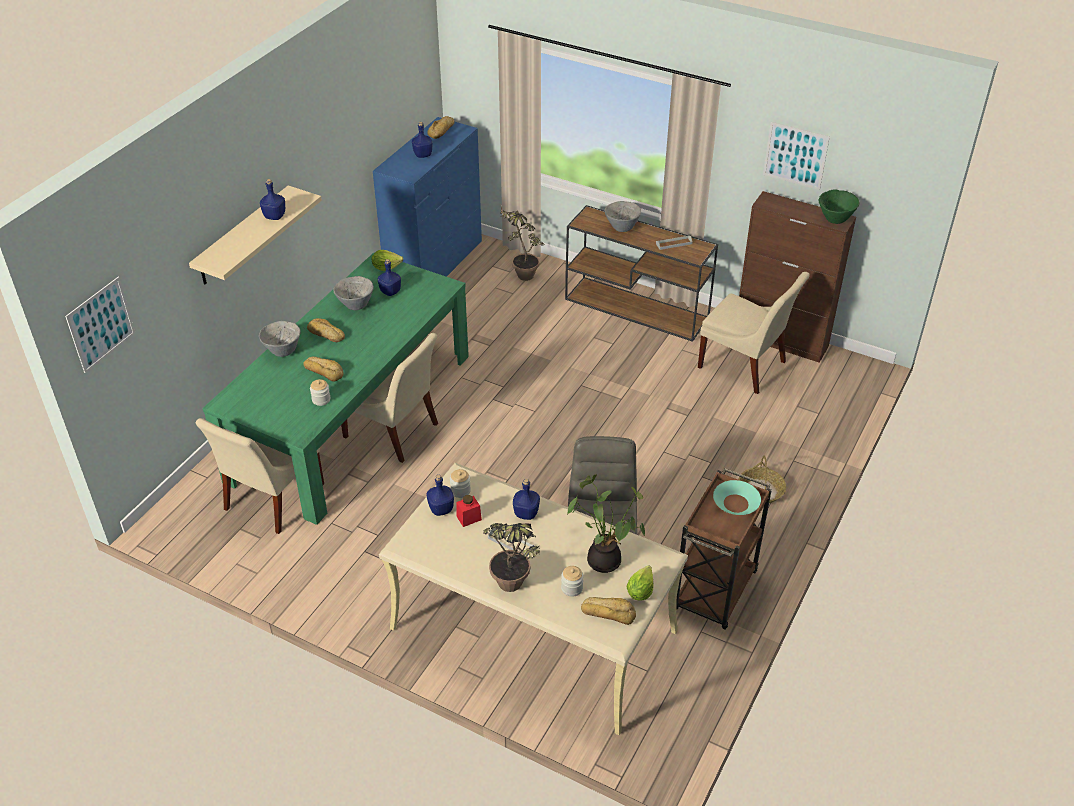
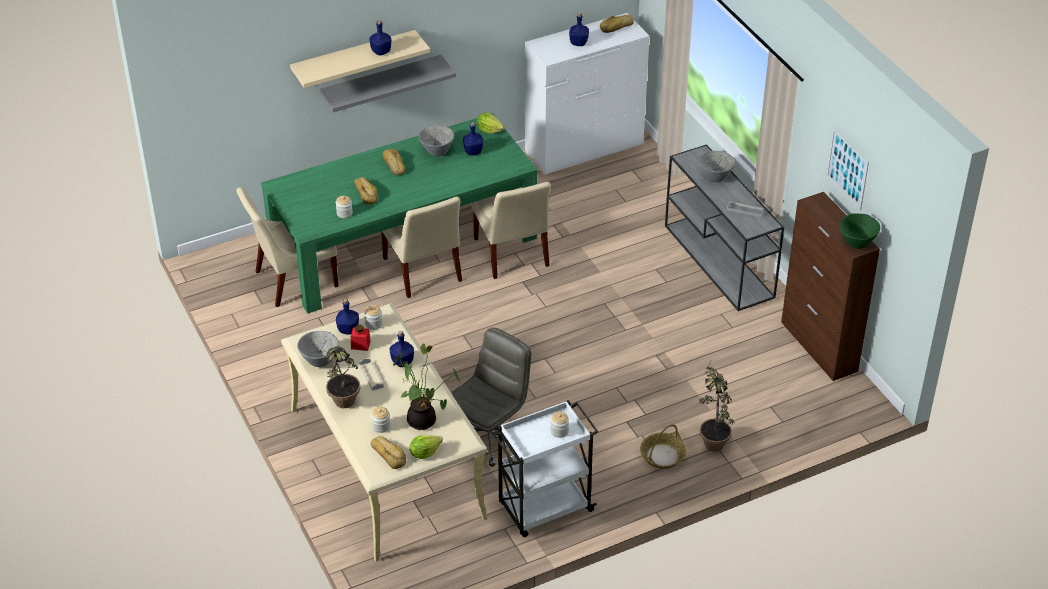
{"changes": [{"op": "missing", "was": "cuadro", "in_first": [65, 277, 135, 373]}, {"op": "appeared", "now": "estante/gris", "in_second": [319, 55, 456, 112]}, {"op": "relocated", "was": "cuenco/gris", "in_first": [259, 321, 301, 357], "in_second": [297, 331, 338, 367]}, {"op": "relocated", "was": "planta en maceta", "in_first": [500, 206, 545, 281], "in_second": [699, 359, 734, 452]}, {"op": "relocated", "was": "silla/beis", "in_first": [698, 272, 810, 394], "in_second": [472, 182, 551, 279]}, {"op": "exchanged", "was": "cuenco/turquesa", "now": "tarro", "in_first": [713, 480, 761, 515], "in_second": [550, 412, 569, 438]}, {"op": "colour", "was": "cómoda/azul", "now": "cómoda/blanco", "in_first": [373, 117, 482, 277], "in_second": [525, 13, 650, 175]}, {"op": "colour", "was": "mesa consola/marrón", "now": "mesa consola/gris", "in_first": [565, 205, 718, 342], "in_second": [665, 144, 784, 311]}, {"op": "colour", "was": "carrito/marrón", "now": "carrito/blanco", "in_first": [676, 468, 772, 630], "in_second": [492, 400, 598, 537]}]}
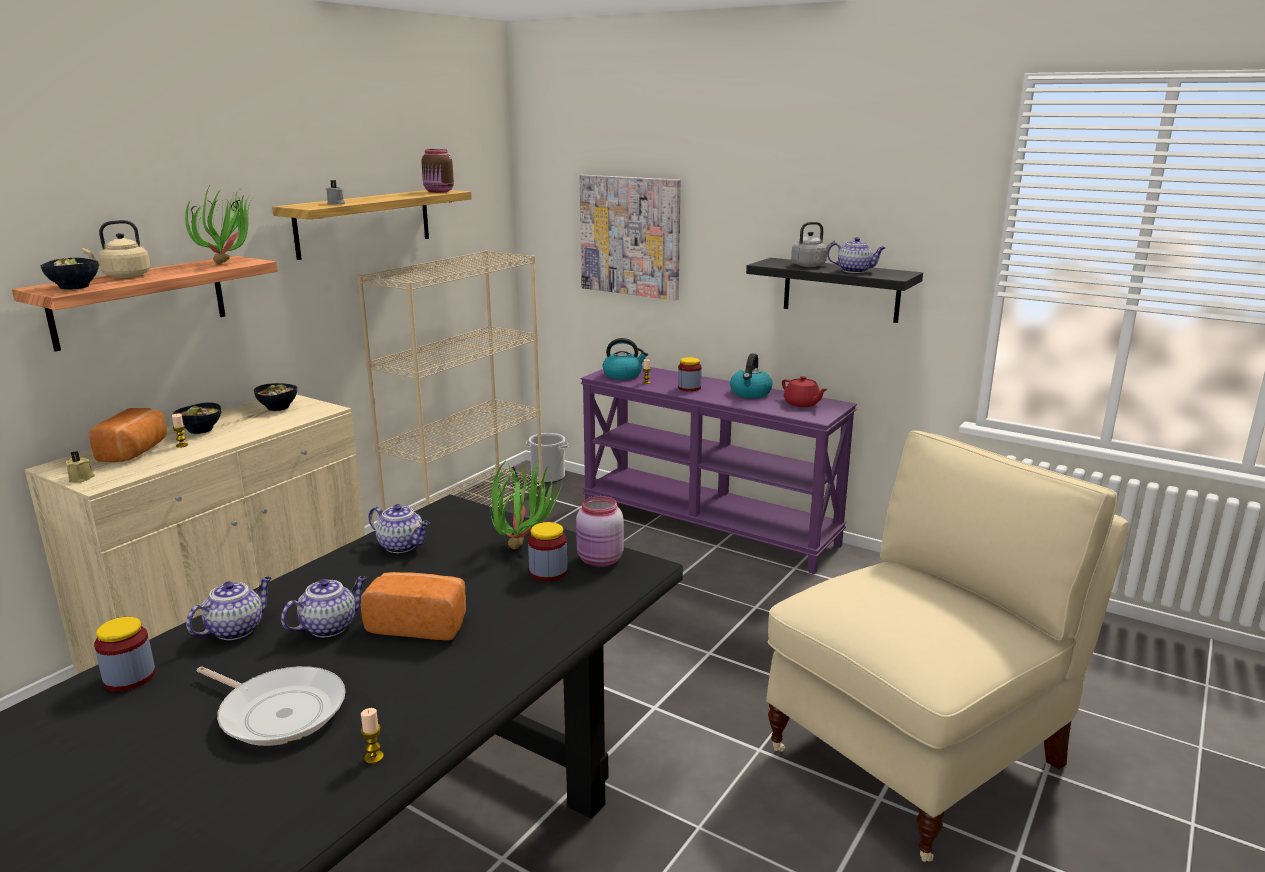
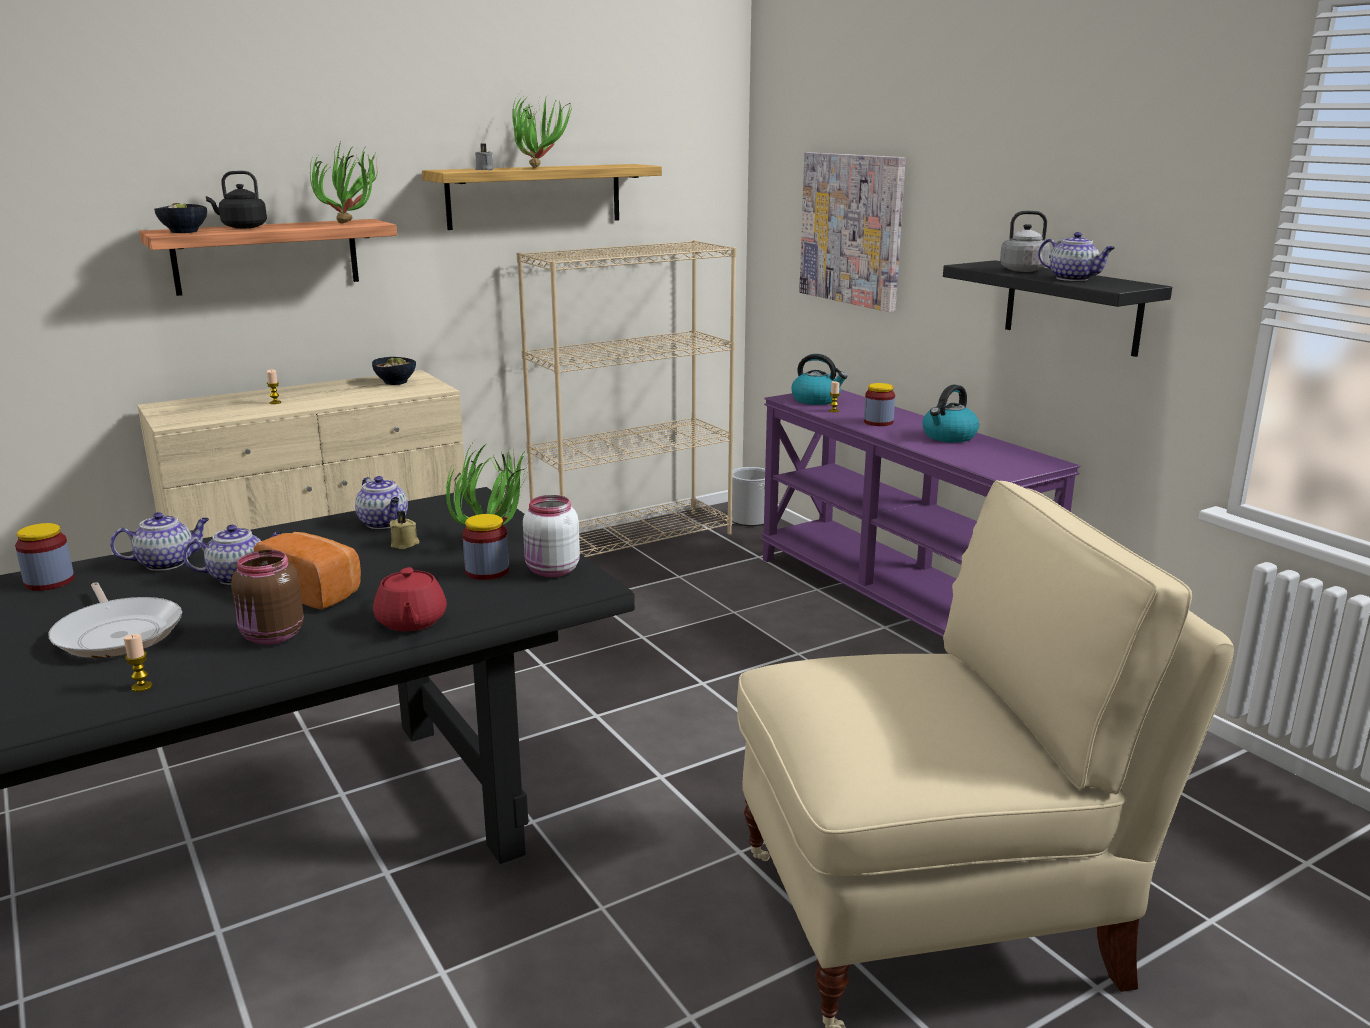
{"changes": [{"op": "missing", "was": "pan", "in_first": [89, 408, 167, 462]}, {"op": "missing", "was": "cuenco", "in_first": [173, 402, 221, 434]}, {"op": "appeared", "now": "planta en maceta", "in_second": [512, 92, 572, 168]}, {"op": "relocated", "was": "vela/beis", "in_first": [65, 451, 95, 483], "in_second": [390, 511, 420, 549]}, {"op": "relocated", "was": "tarro/marrón", "in_first": [421, 149, 454, 193], "in_second": [231, 550, 304, 645]}, {"op": "relocated", "was": "tetera/rojo", "in_first": [782, 376, 828, 407], "in_second": [373, 567, 447, 631]}, {"op": "colour", "was": "hervidor/beis", "now": "hervidor/negro", "in_first": [82, 220, 150, 278], "in_second": [206, 171, 267, 229]}, {"op": "colour", "was": "tarro/rosa", "now": "tarro/blanco", "in_first": [576, 496, 624, 567], "in_second": [523, 495, 580, 578]}]}
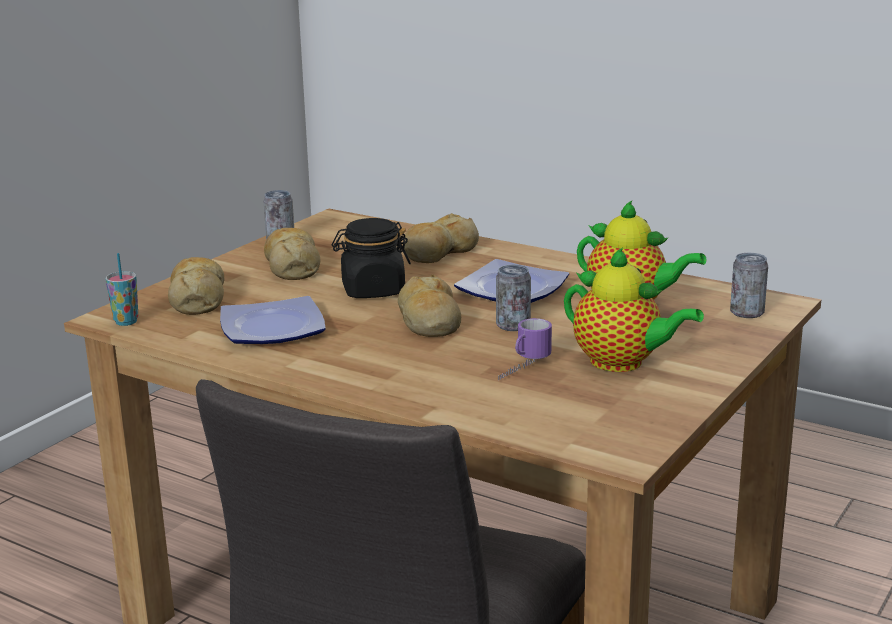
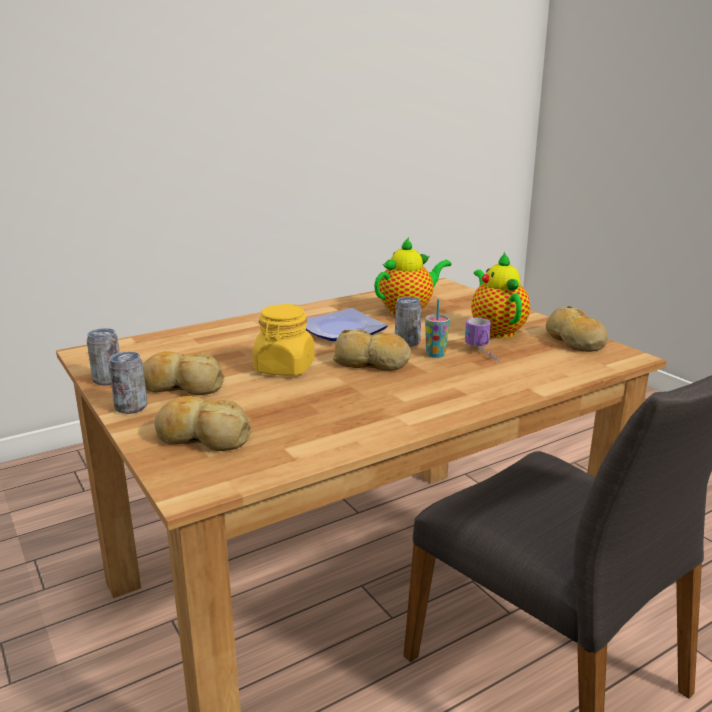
{"changes": [{"op": "missing", "was": "plato", "in_first": [220, 296, 326, 344]}, {"op": "relocated", "was": "taza", "in_first": [106, 253, 138, 326], "in_second": [425, 299, 450, 358]}, {"op": "relocated", "was": "pan", "in_first": [404, 213, 479, 263], "in_second": [546, 306, 608, 352]}, {"op": "relocated", "was": "lata", "in_first": [730, 253, 768, 318], "in_second": [108, 351, 147, 414]}, {"op": "colour", "was": "tarro/negro", "now": "tarro/amarillo", "in_first": [332, 218, 411, 298], "in_second": [253, 304, 315, 376]}, {"op": "spun", "was": "tetera", "in_first": [564, 248, 704, 372], "in_second": [471, 252, 530, 338], "clockwise": -75}]}
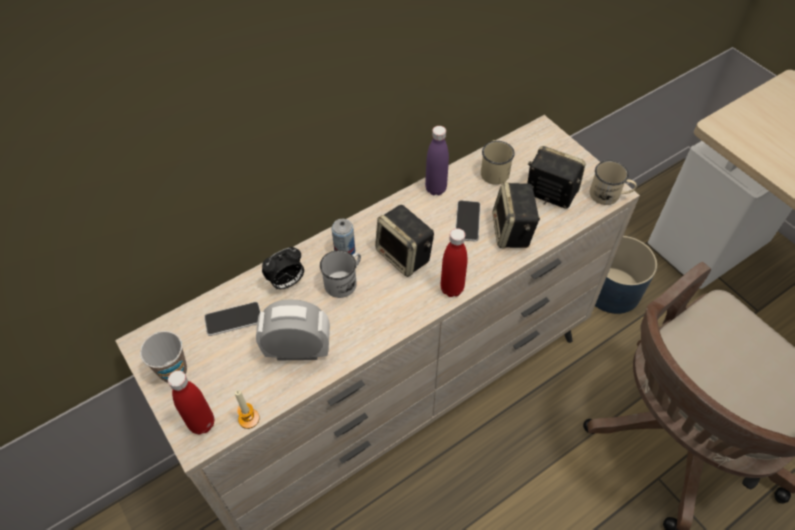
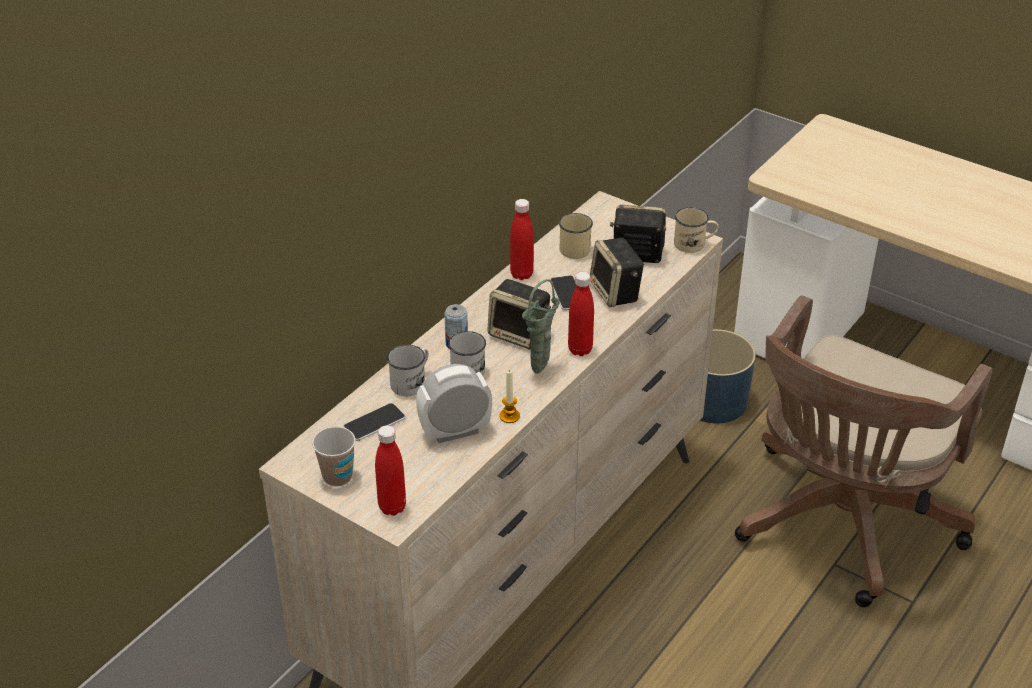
{"changes": [{"op": "appeared", "now": "florero/verde", "in_second": [522, 279, 560, 374]}, {"op": "relocated", "was": "vela", "in_first": [235, 390, 260, 429], "in_second": [500, 370, 520, 423]}, {"op": "exchanged", "was": "despertador", "now": "taza grande/blanco", "in_first": [262, 247, 304, 290], "in_second": [387, 345, 428, 396]}, {"op": "colour", "was": "botella/morado", "now": "botella/rojo", "in_first": [425, 126, 449, 195], "in_second": [510, 199, 534, 280]}]}
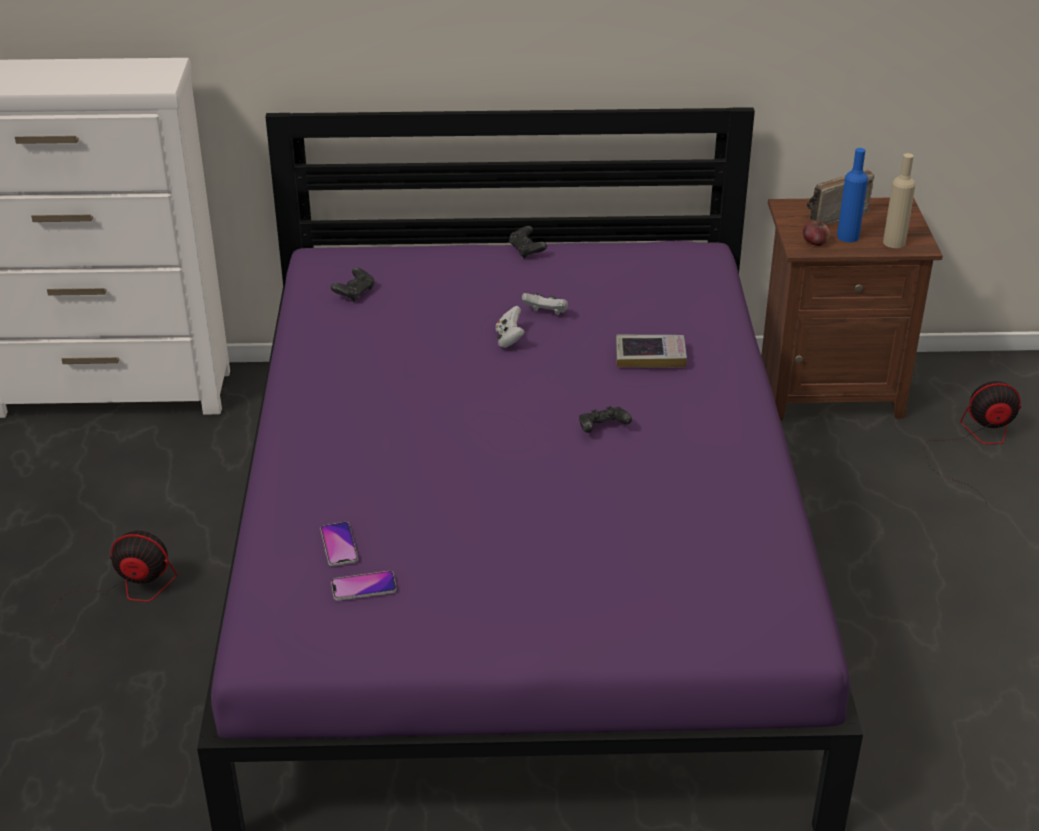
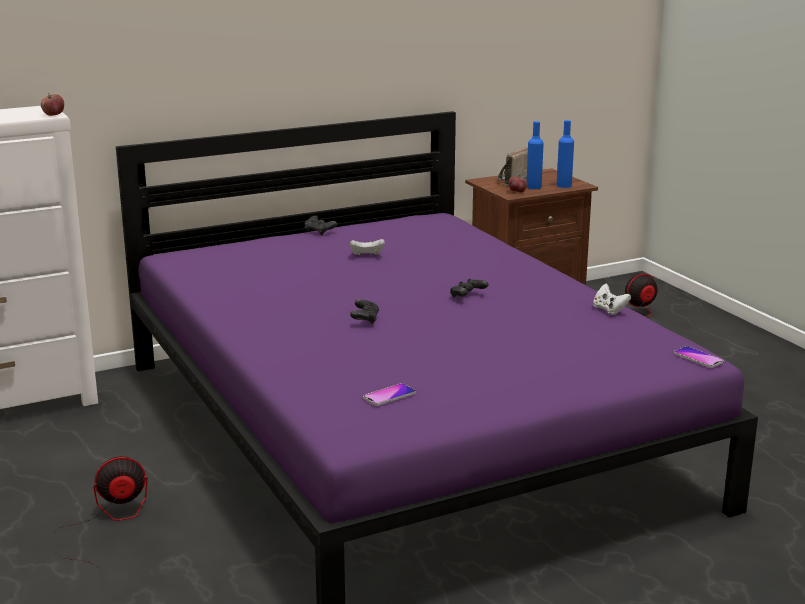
{"changes": [{"op": "missing", "was": "libro", "in_first": [616, 334, 687, 368]}, {"op": "appeared", "now": "manzana", "in_second": [41, 93, 64, 116]}, {"op": "relocated", "was": "móvil", "in_first": [320, 522, 358, 566], "in_second": [674, 346, 724, 368]}, {"op": "relocated", "was": "mando de consola/negro", "in_first": [331, 268, 375, 302], "in_second": [350, 299, 379, 324]}, {"op": "relocated", "was": "mando de consola/blanco", "in_first": [496, 306, 525, 348], "in_second": [593, 284, 631, 315]}, {"op": "colour", "was": "botella/beis", "now": "botella/azul", "in_first": [883, 153, 916, 248], "in_second": [557, 120, 574, 188]}]}
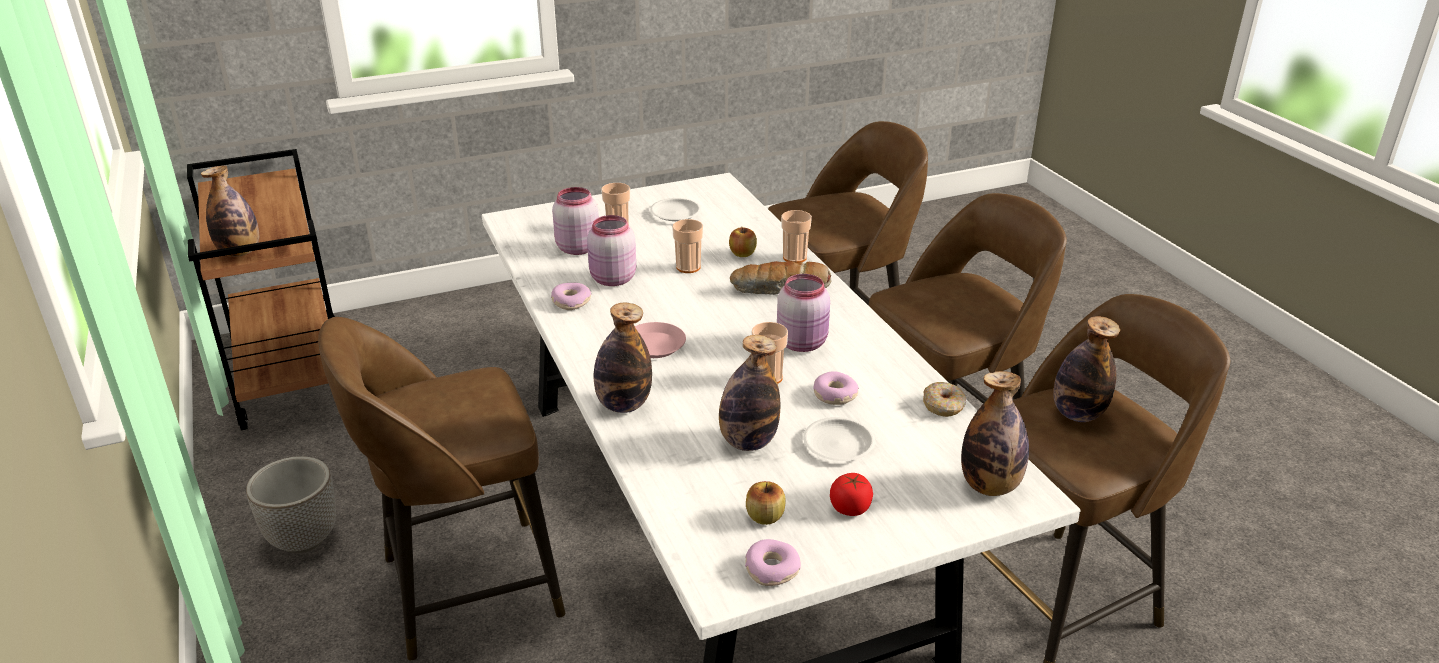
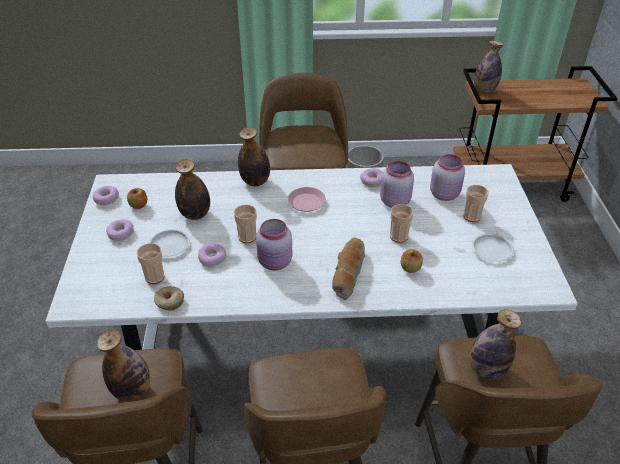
{"changes": [{"op": "relocated", "was": "taza", "in_first": [781, 210, 812, 263], "in_second": [137, 243, 164, 284]}, {"op": "relocated", "was": "botella", "in_first": [961, 371, 1029, 496], "in_second": [469, 310, 521, 379]}, {"op": "exchanged", "was": "tomate", "now": "rosquilla", "in_first": [830, 473, 873, 516], "in_second": [106, 219, 134, 241]}]}
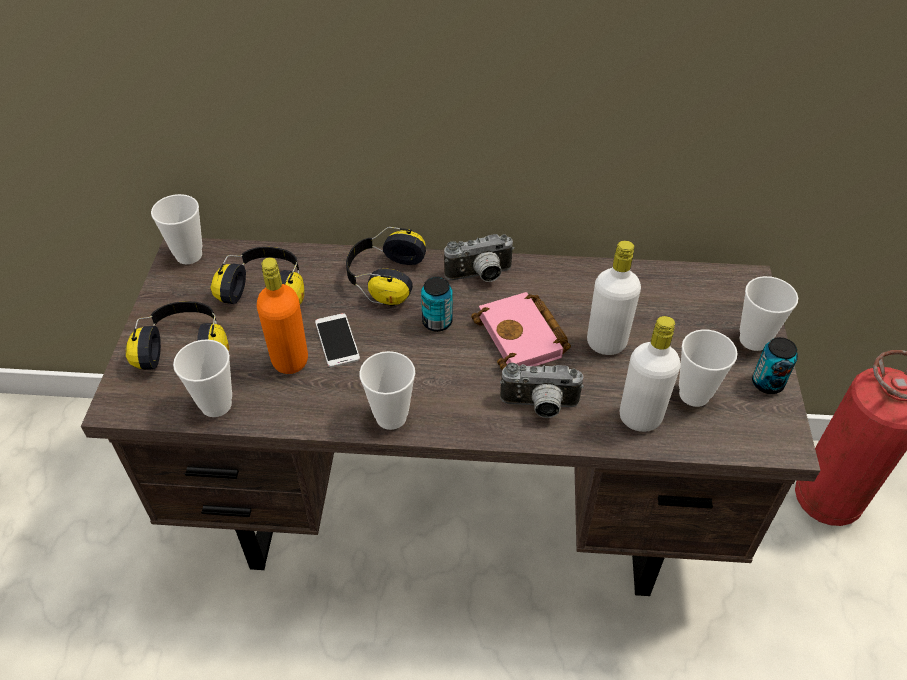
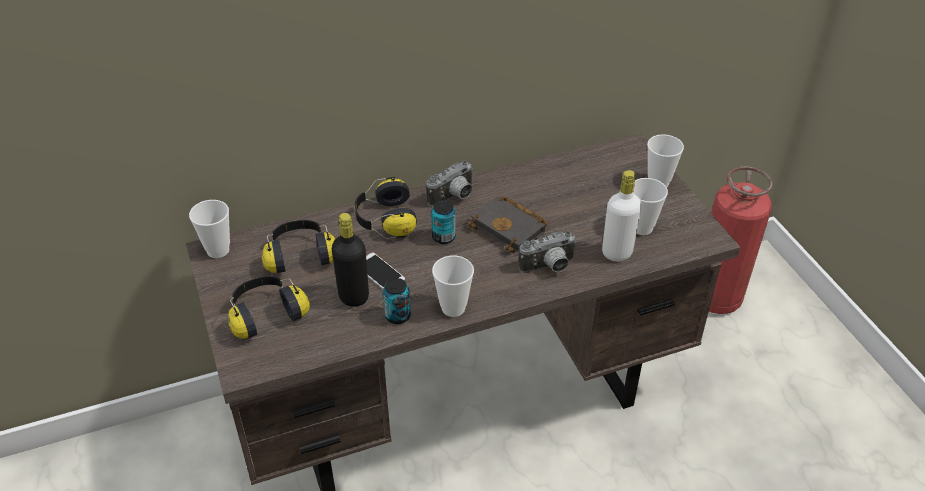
{"changes": [{"op": "missing", "was": "taza", "in_first": [173, 339, 232, 417]}, {"op": "missing", "was": "botella/blanco", "in_first": [587, 241, 641, 355]}, {"op": "relocated", "was": "lata", "in_first": [752, 337, 798, 394], "in_second": [383, 278, 411, 324]}, {"op": "colour", "was": "botella/naranja", "now": "botella/negro", "in_first": [257, 257, 308, 374], "in_second": [332, 213, 369, 307]}, {"op": "colour", "was": "libro/rosa", "now": "libro/negro", "in_first": [471, 292, 571, 370], "in_second": [468, 197, 548, 253]}]}
